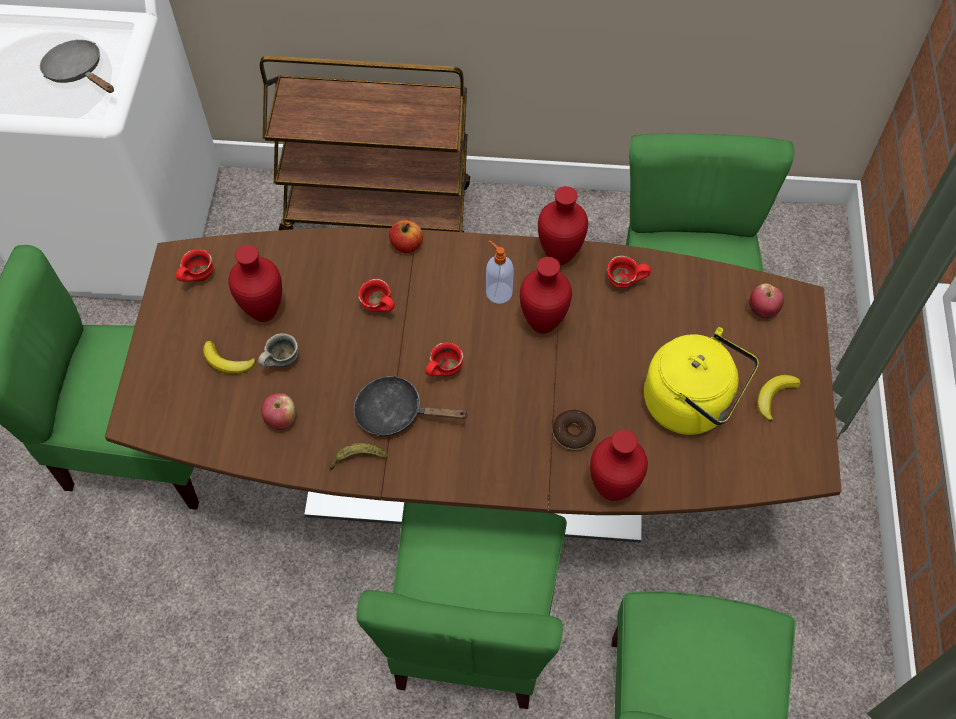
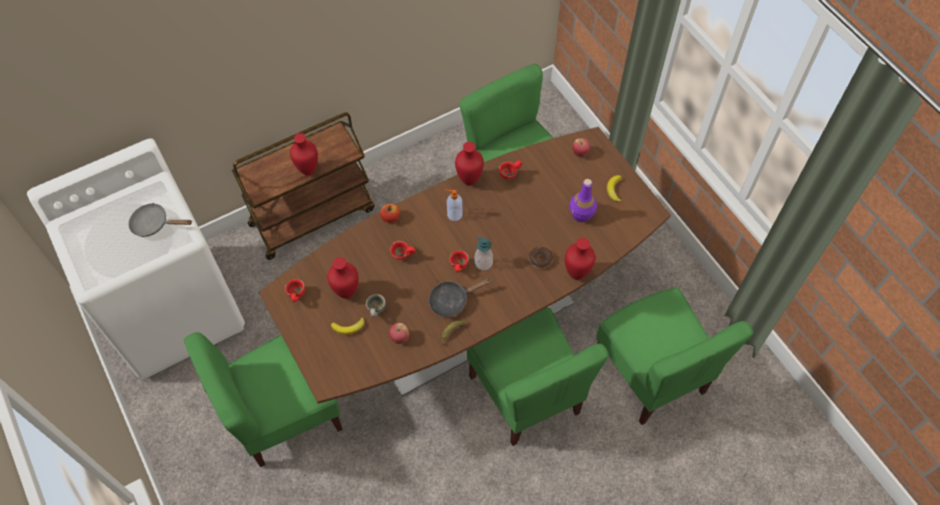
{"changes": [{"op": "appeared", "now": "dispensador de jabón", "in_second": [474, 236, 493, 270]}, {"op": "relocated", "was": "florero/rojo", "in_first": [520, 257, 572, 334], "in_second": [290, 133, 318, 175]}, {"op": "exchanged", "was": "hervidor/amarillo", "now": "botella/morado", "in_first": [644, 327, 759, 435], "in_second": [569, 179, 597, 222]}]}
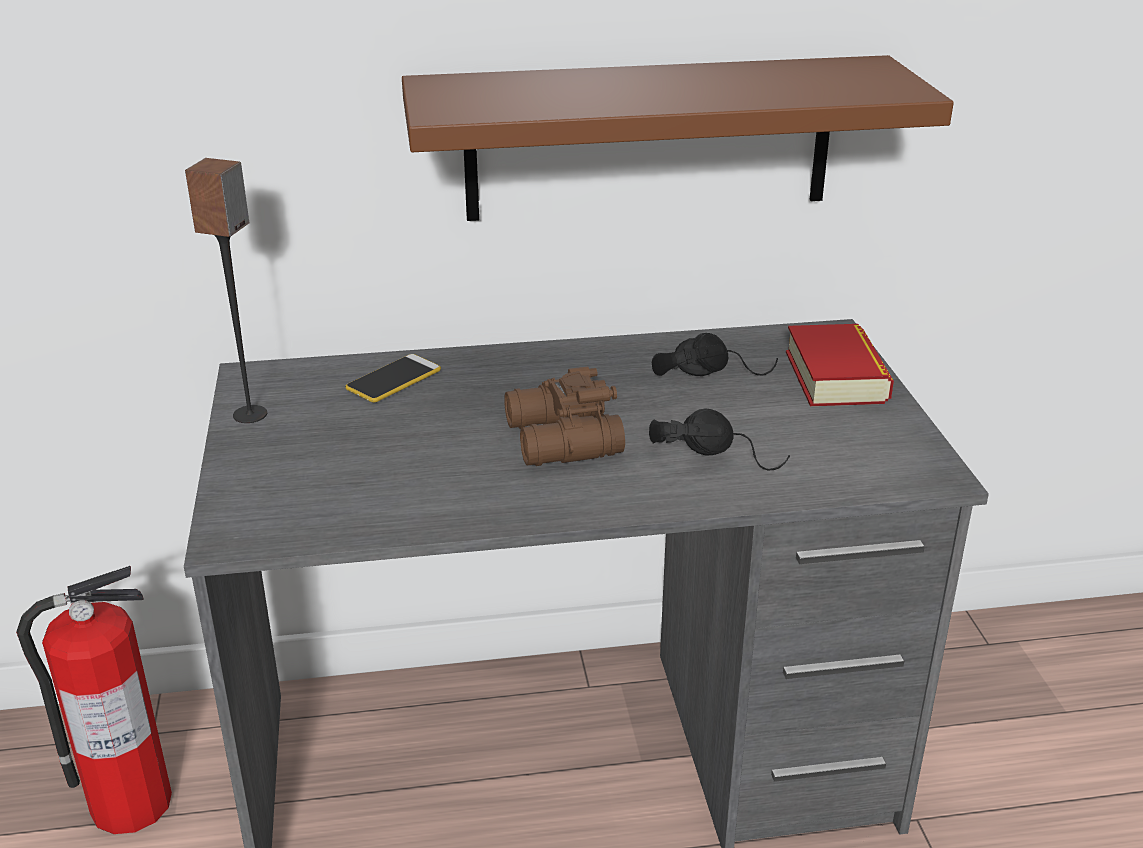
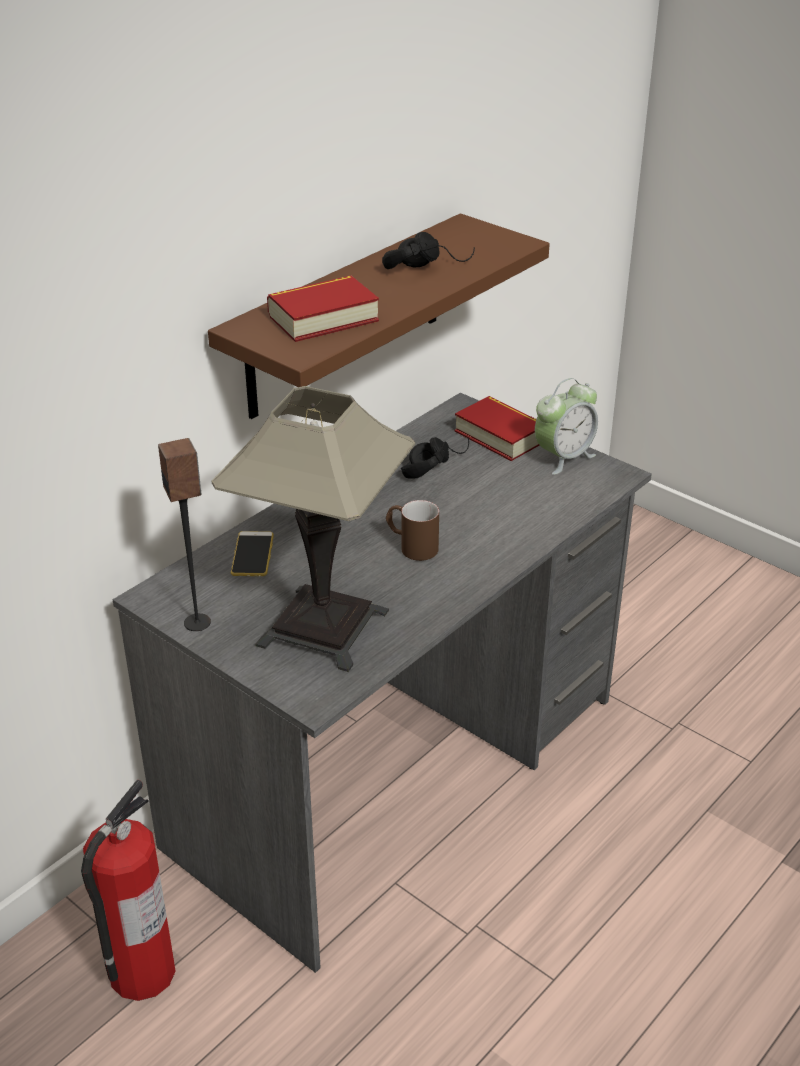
{"changes": [{"op": "appeared", "now": "lámpara de mesa", "in_second": [212, 386, 415, 672]}, {"op": "appeared", "now": "libro", "in_second": [267, 276, 379, 342]}, {"op": "appeared", "now": "despertador", "in_second": [535, 378, 598, 475]}, {"op": "relocated", "was": "auriculares/negro", "in_first": [649, 408, 790, 470], "in_second": [382, 232, 475, 269]}, {"op": "exchanged", "was": "prismáticos/marrón", "now": "taza grande/marrón", "in_first": [504, 367, 625, 466], "in_second": [386, 500, 439, 561]}]}
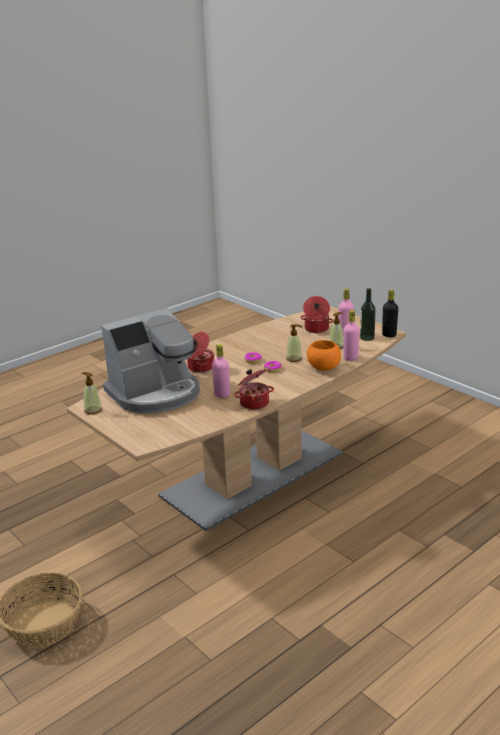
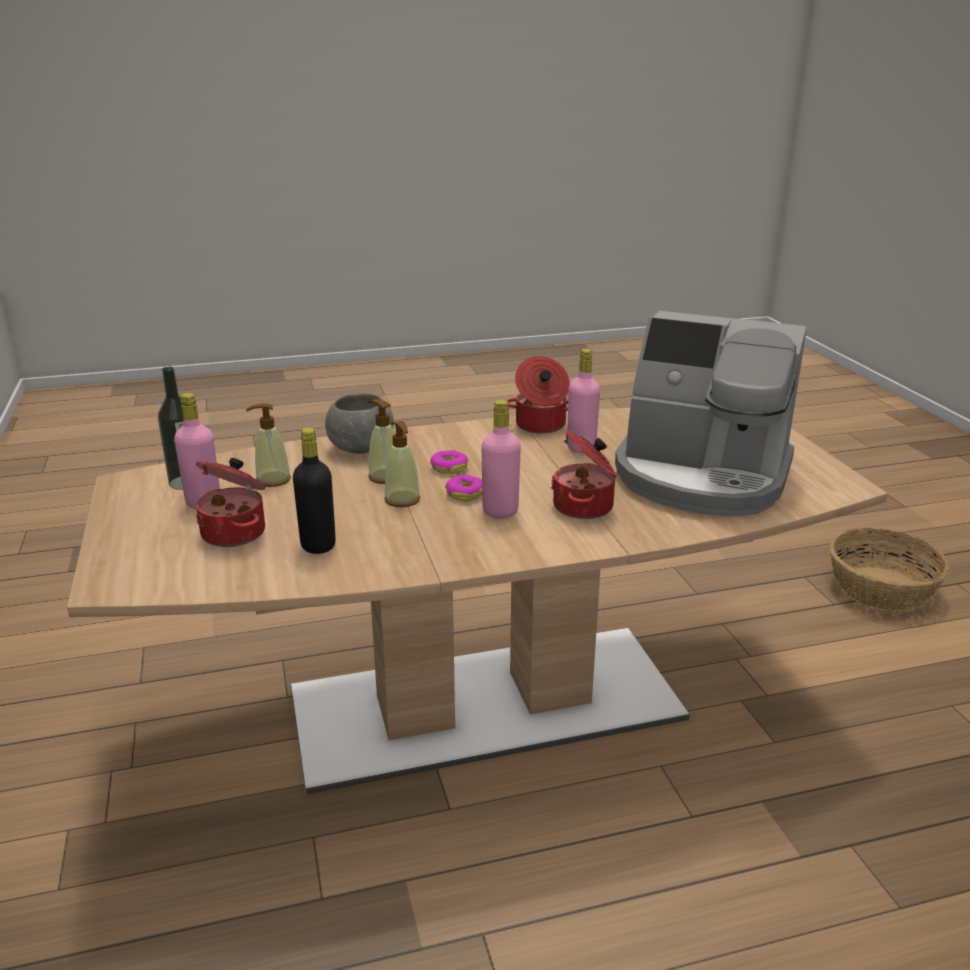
{"changes": [{"op": "relocated", "was": "dispensador de jabón", "in_first": [81, 372, 102, 415], "in_second": [384, 421, 420, 507]}, {"op": "relocated", "was": "botella/rosa", "in_first": [343, 310, 360, 361], "in_second": [481, 400, 521, 518]}, {"op": "relocated", "was": "botella/negro", "in_first": [382, 289, 398, 337], "in_second": [293, 427, 336, 554]}, {"op": "colour", "was": "cuenco/naranja", "now": "cuenco/gris", "in_first": [307, 340, 341, 371], "in_second": [325, 392, 394, 454]}, {"op": "spun", "was": "cafetera", "in_first": [101, 308, 200, 413], "in_second": [615, 311, 807, 517], "clockwise": -150}]}
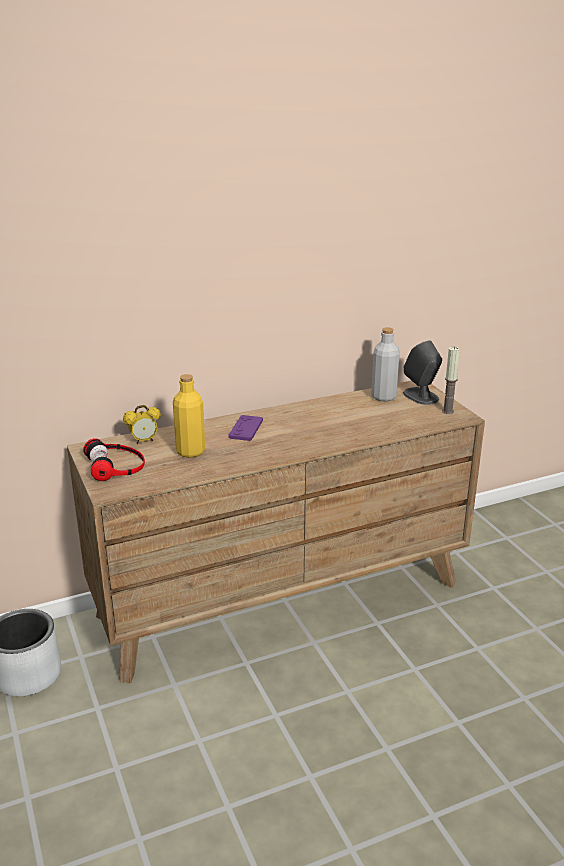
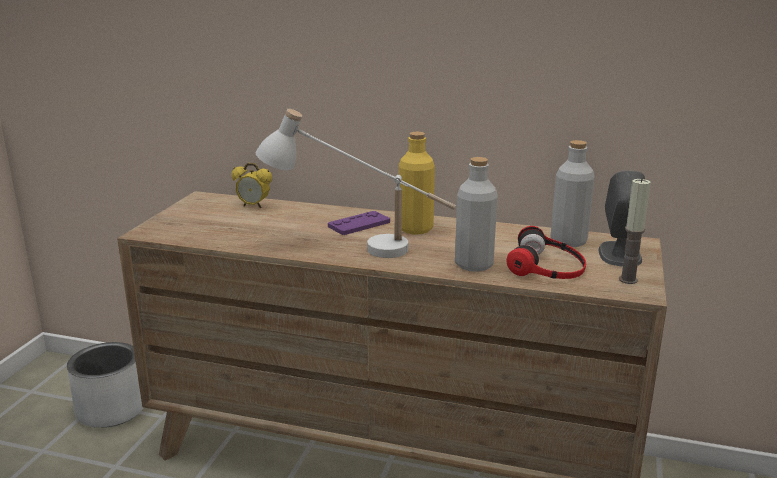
{"changes": [{"op": "appeared", "now": "lámpara de mesa/blanco", "in_second": [256, 109, 456, 258]}, {"op": "appeared", "now": "botella/gris", "in_second": [455, 157, 498, 272]}, {"op": "relocated", "was": "auriculares", "in_first": [83, 438, 145, 481], "in_second": [507, 226, 586, 279]}, {"op": "relocated", "was": "botella/amarillo", "in_first": [173, 374, 205, 458], "in_second": [399, 132, 435, 235]}]}
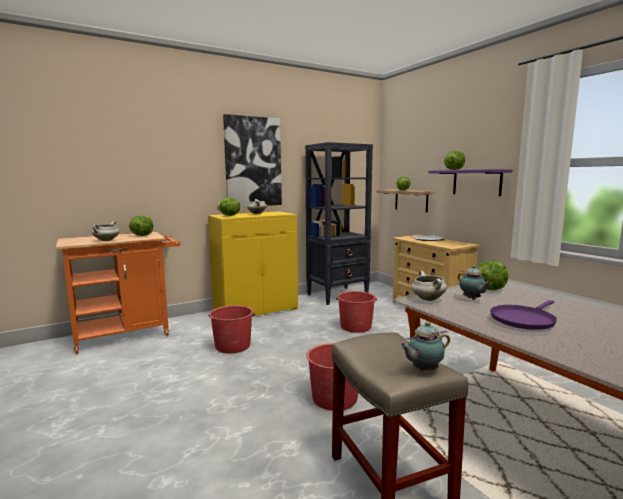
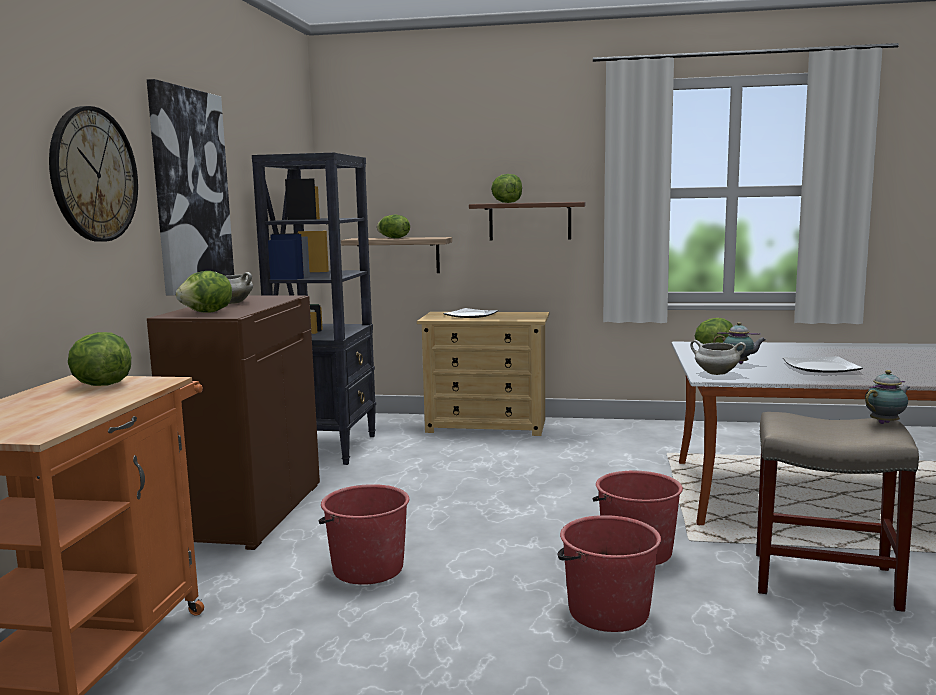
{"changes": [{"op": "missing", "was": "olla/blanco", "in_first": [92, 221, 120, 241]}, {"op": "appeared", "now": "reloj de pared", "in_second": [49, 106, 138, 242]}, {"op": "relocated", "was": "cubo/rojo", "in_first": [336, 291, 377, 333], "in_second": [557, 515, 661, 632]}, {"op": "exchanged", "was": "sartén/morado", "now": "plato", "in_first": [490, 300, 557, 330], "in_second": [783, 356, 863, 373]}, {"op": "colour", "was": "armario/amarillo", "now": "armario/marrón", "in_first": [208, 211, 298, 316], "in_second": [147, 296, 320, 550]}, {"op": "colour", "was": "estante/morado", "now": "estante/marrón", "in_first": [429, 169, 512, 196], "in_second": [469, 202, 585, 240]}, {"op": "spun", "was": "tetera", "in_first": [400, 322, 450, 371], "in_second": [865, 370, 910, 424], "clockwise": -135}]}
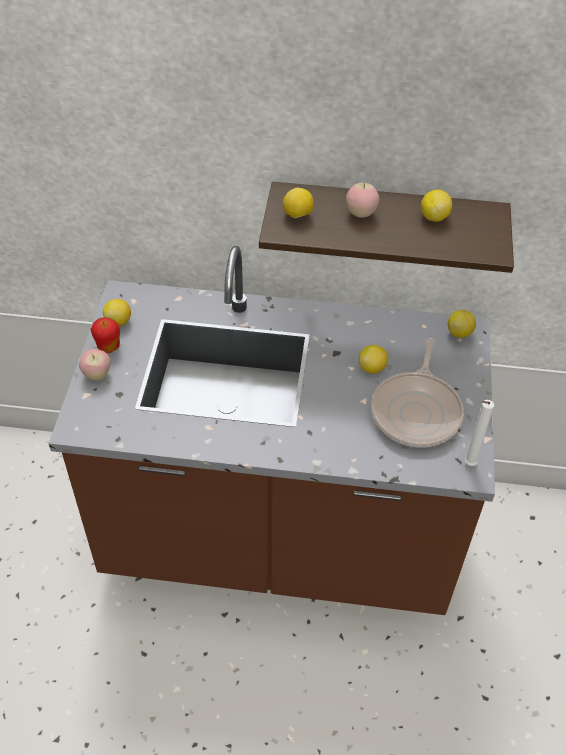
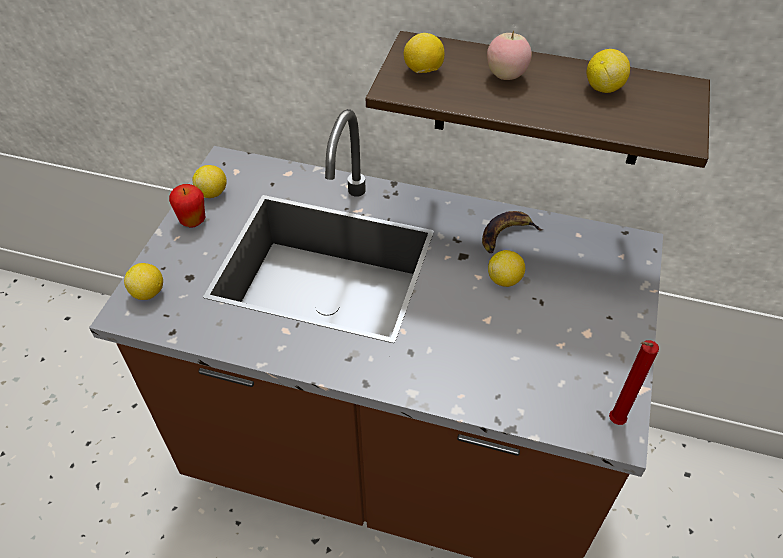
{"changes": [{"op": "missing", "was": "manzana", "in_first": [79, 349, 110, 381]}, {"op": "missing", "was": "sartén", "in_first": [371, 338, 464, 448]}, {"op": "appeared", "now": "plátano", "in_second": [482, 211, 544, 253]}, {"op": "relocated", "was": "limón", "in_first": [448, 310, 476, 338], "in_second": [124, 263, 163, 300]}, {"op": "colour", "was": "vela/blanco", "now": "vela/rojo", "in_first": [465, 400, 494, 466], "in_second": [609, 340, 659, 425]}]}
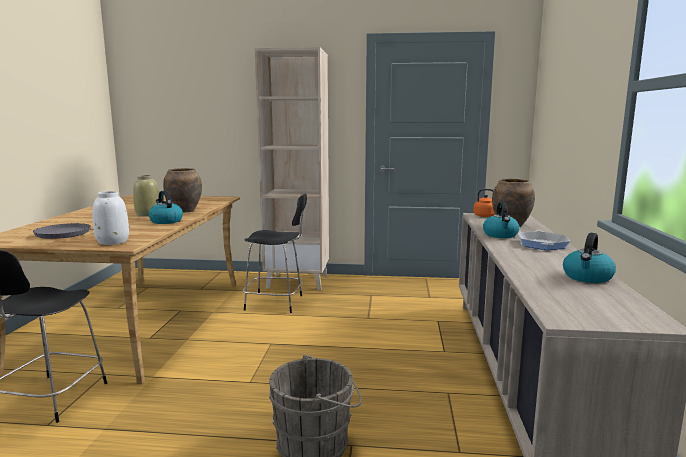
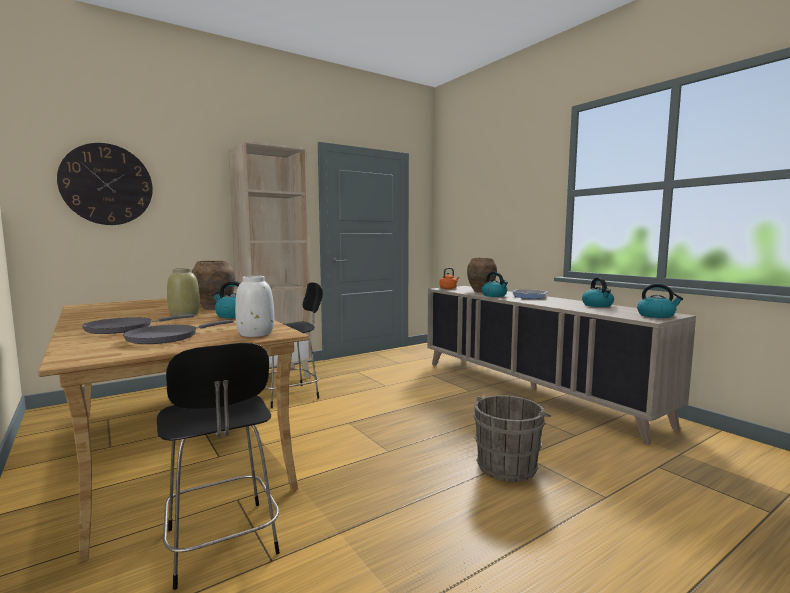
{"changes": [{"op": "appeared", "now": "reloj de pared", "in_second": [57, 143, 153, 225]}, {"op": "appeared", "now": "sartén/gris", "in_second": [82, 314, 194, 334]}, {"op": "appeared", "now": "hervidor", "in_second": [637, 284, 683, 318]}]}
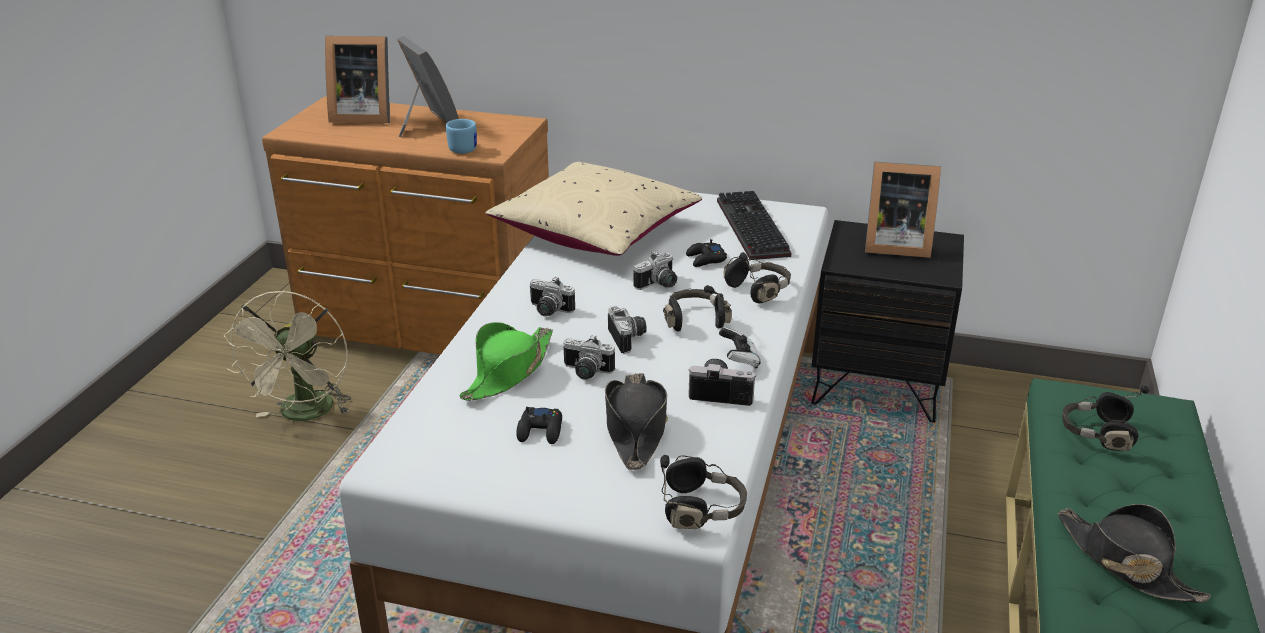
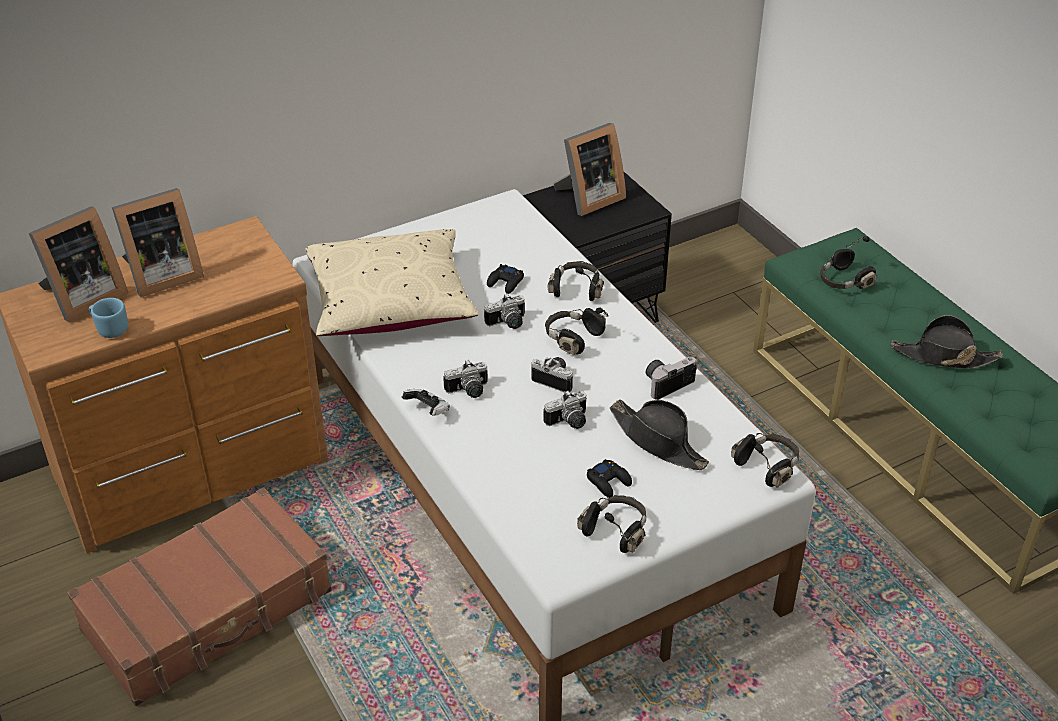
{"changes": [{"op": "missing", "was": "sombrero/verde", "in_first": [459, 322, 553, 401]}, {"op": "missing", "was": "teclado", "in_first": [717, 191, 791, 260]}, {"op": "appeared", "now": "auriculares/negro", "in_second": [577, 495, 646, 553]}, {"op": "relocated", "was": "taza grande/azul", "in_first": [446, 119, 477, 154], "in_second": [89, 298, 128, 338]}, {"op": "relocated", "was": "mando de consola", "in_first": [719, 327, 761, 368], "in_second": [402, 389, 450, 416]}, {"op": "exchanged", "was": "ventilador/beis", "now": "maleta/marrón", "in_first": [224, 290, 351, 421], "in_second": [68, 487, 332, 706]}, {"op": "spun", "was": "portarretratos", "in_first": [397, 36, 459, 137], "in_second": [112, 188, 204, 297], "clockwise": 135}, {"op": "spun", "was": "cámara", "in_first": [633, 251, 677, 290], "in_second": [484, 294, 525, 329], "clockwise": 60}]}
